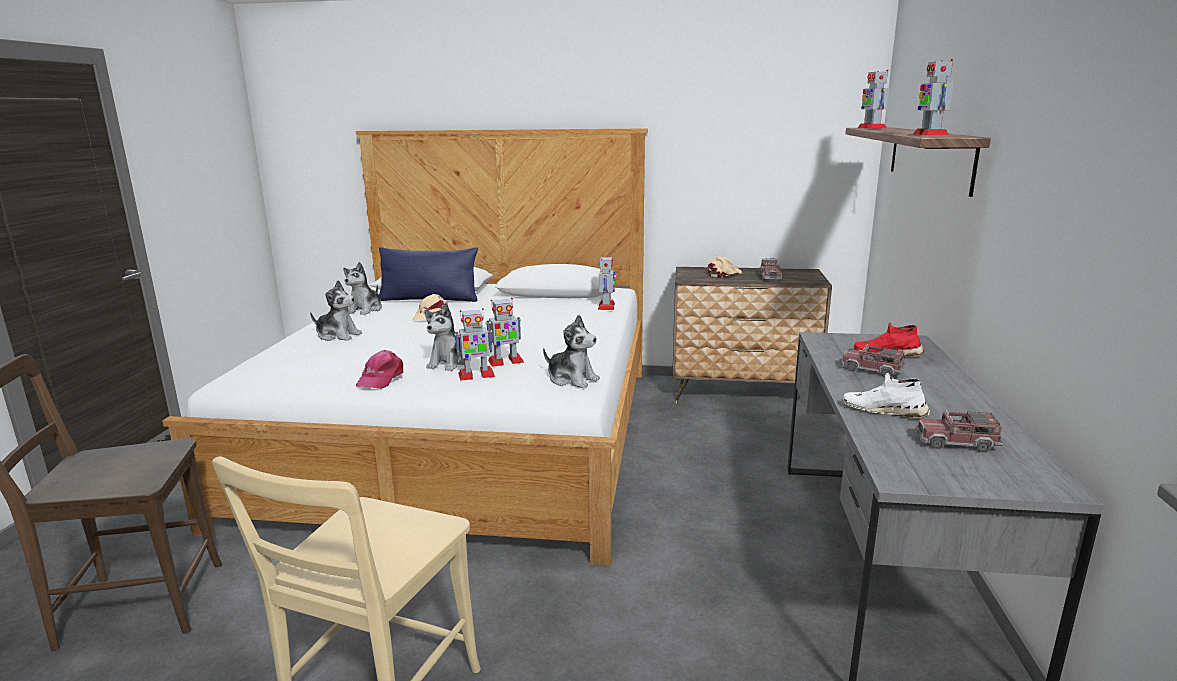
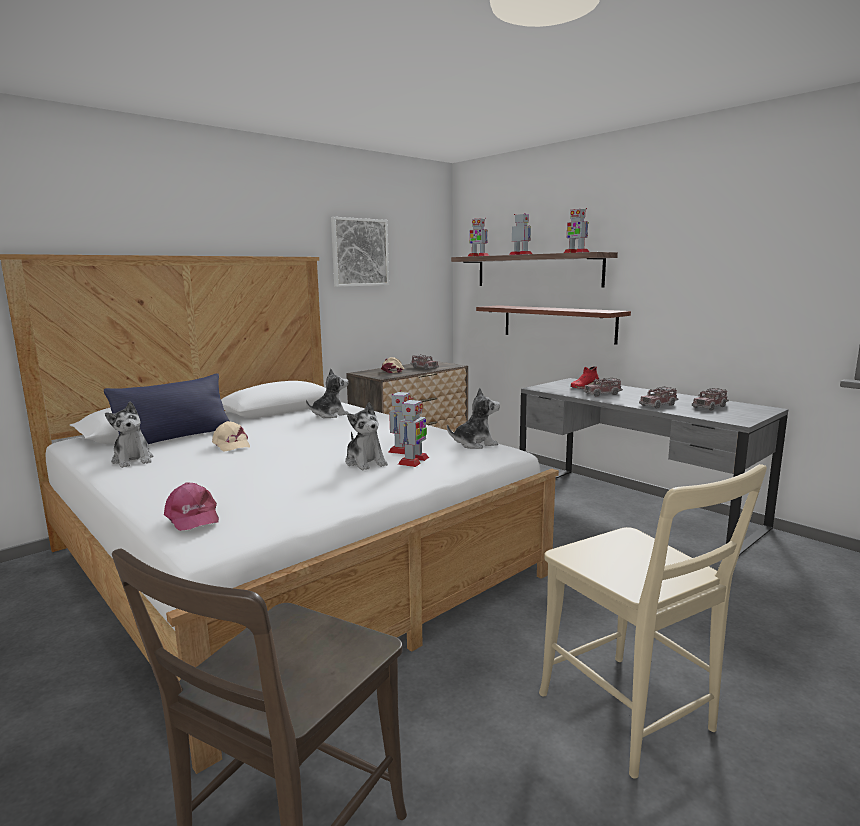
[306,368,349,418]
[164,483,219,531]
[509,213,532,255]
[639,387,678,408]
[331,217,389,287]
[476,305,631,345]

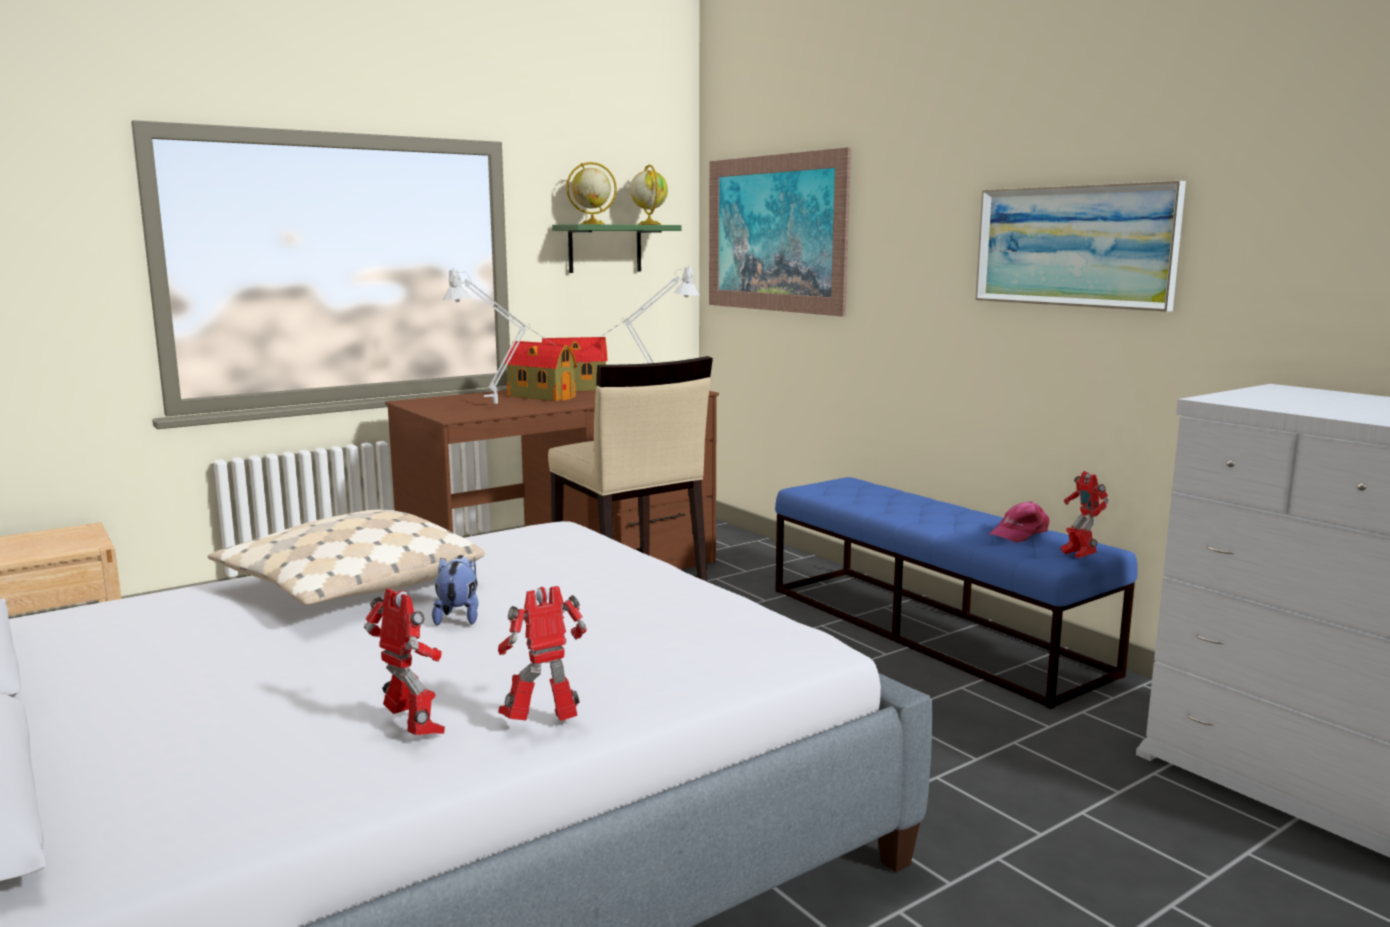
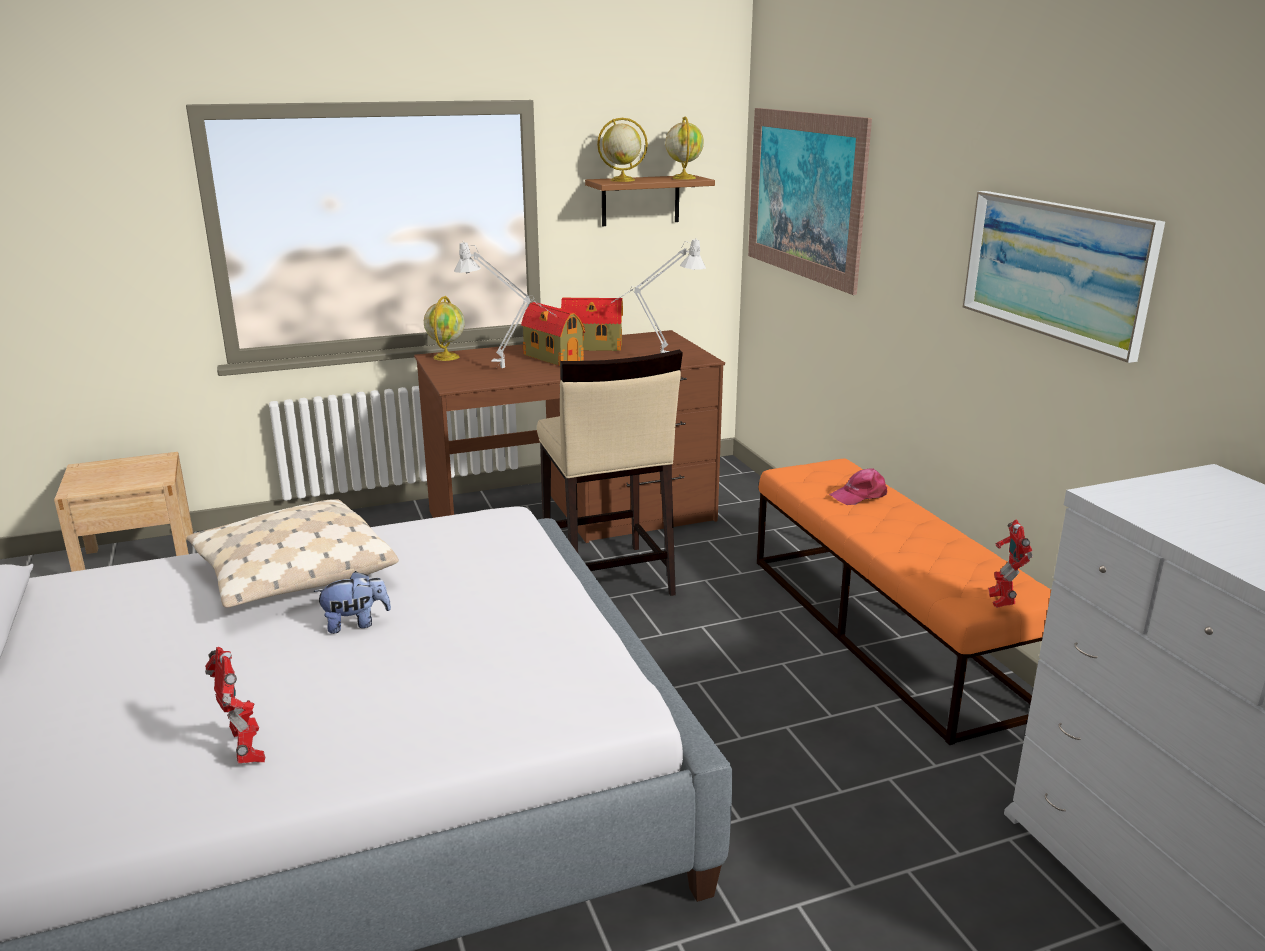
[314,571,391,634]
[498,586,587,721] (first image)
[585,175,715,226]
[757,459,1051,745]
[829,468,887,505]
[424,296,465,361]

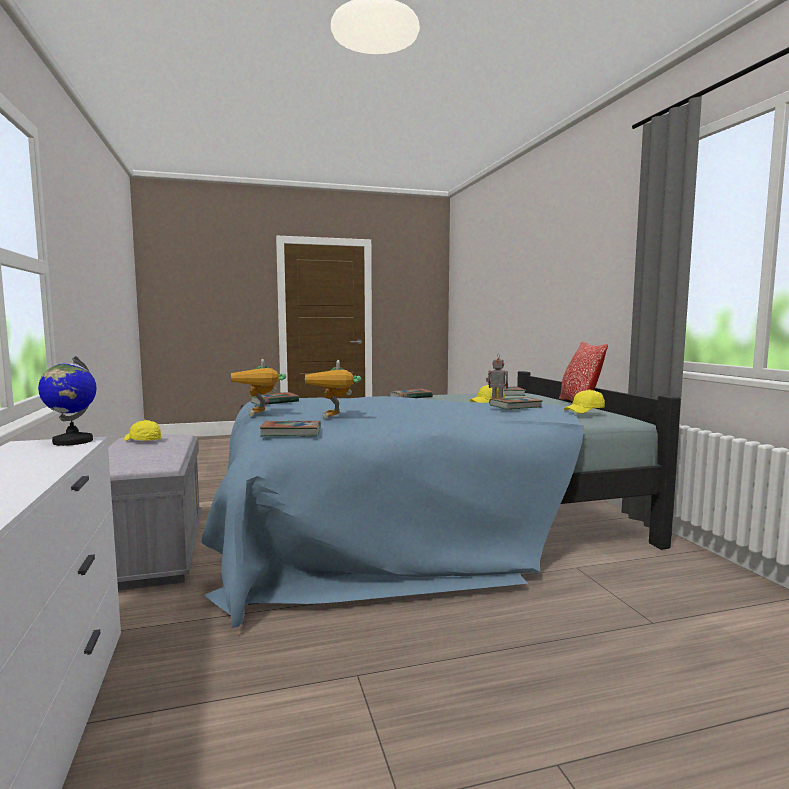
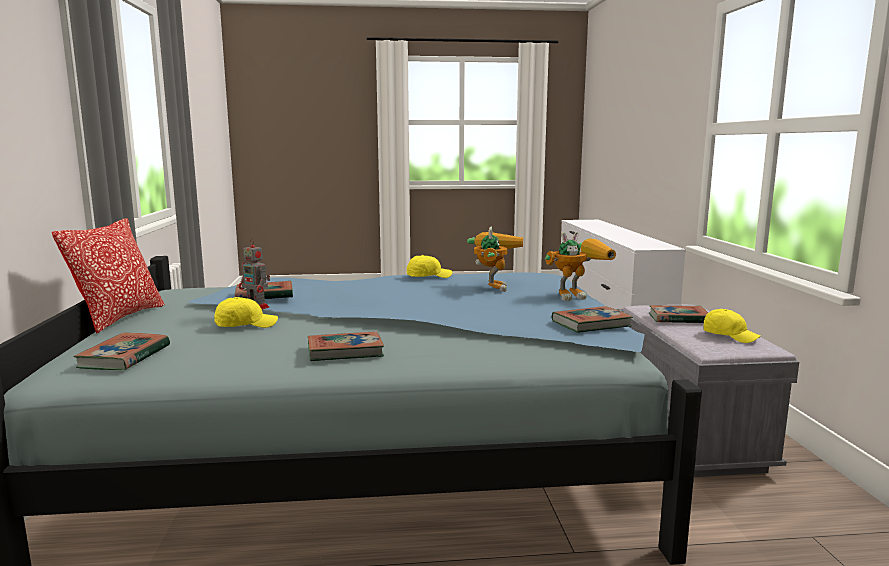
[38,356,97,446] (first image)
[545,232,616,301]
[649,305,708,323]
[406,255,452,278]

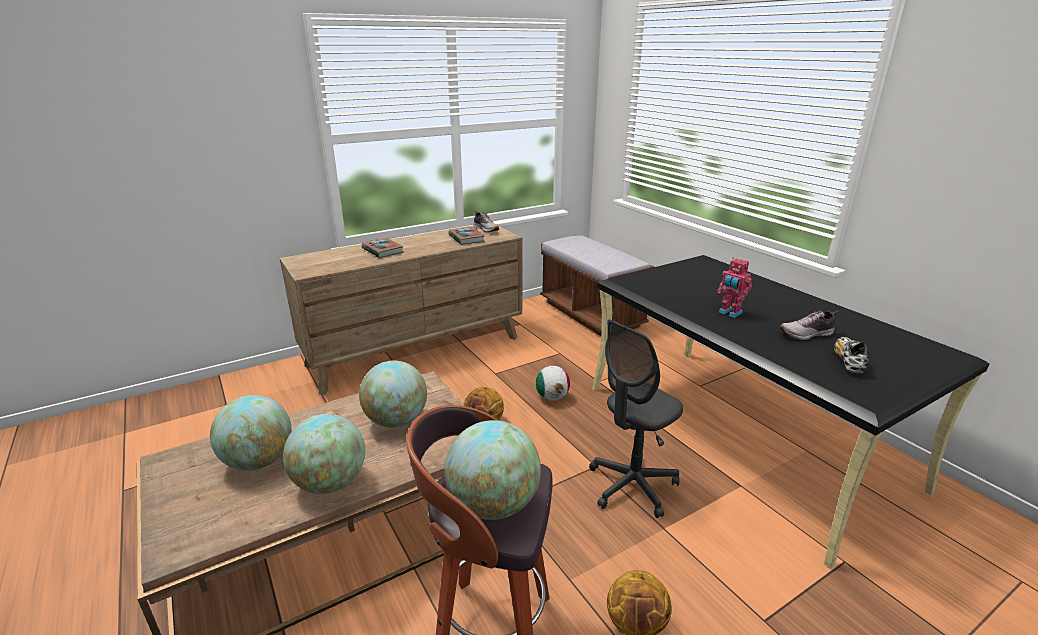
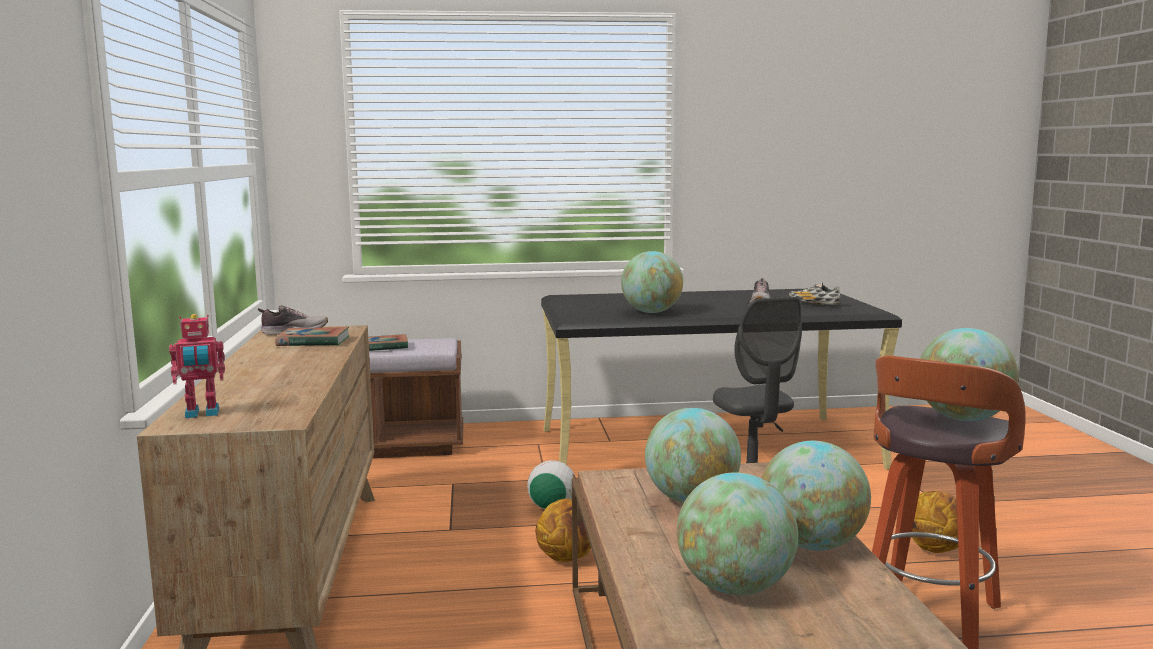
[368,334,408,351]
[169,314,225,418]
[621,251,683,313]

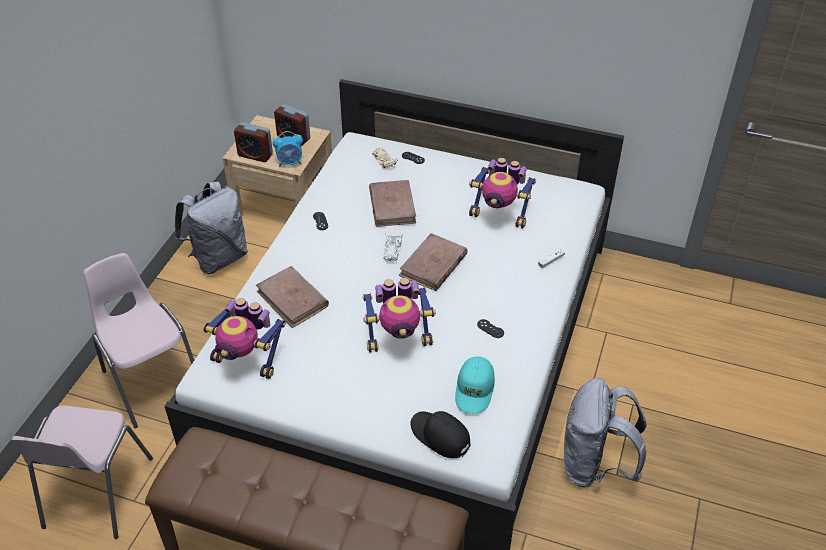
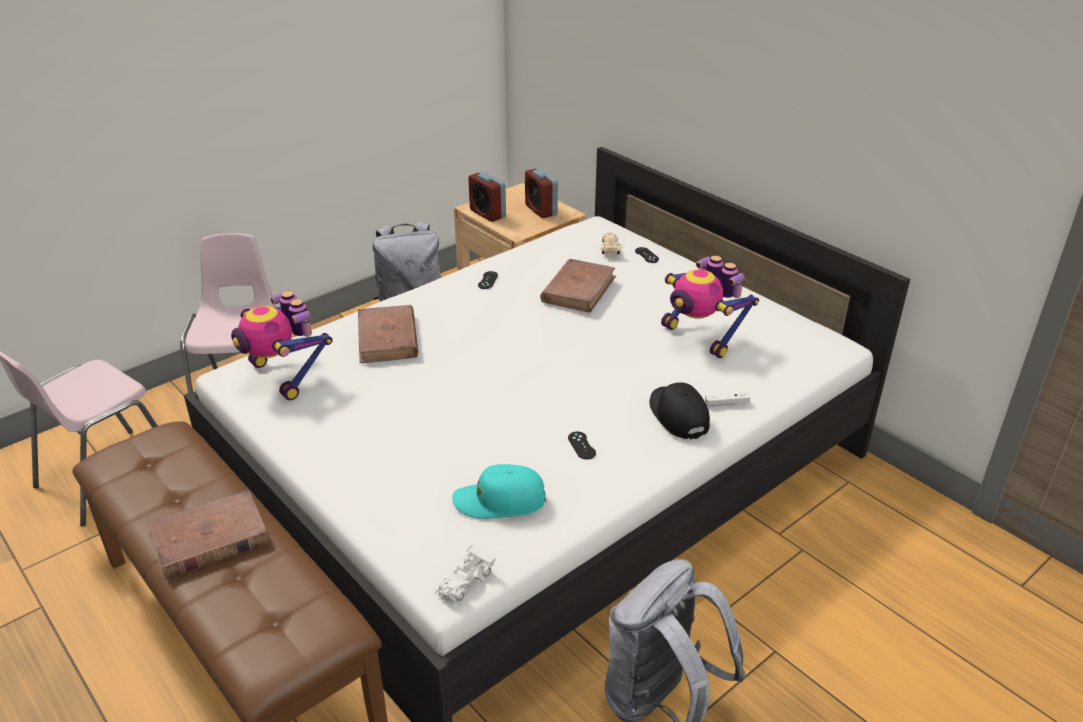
[273,131,303,167] (first image)
[362,278,436,353] (first image)
[435,545,495,606]
[148,489,270,579]
[650,382,710,440]
[452,464,546,519]

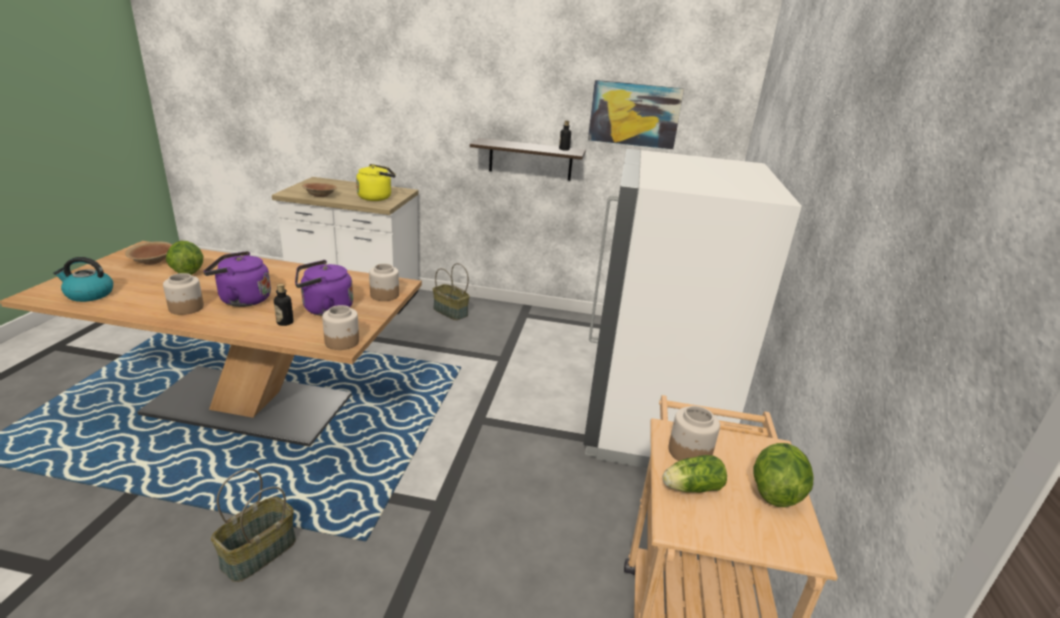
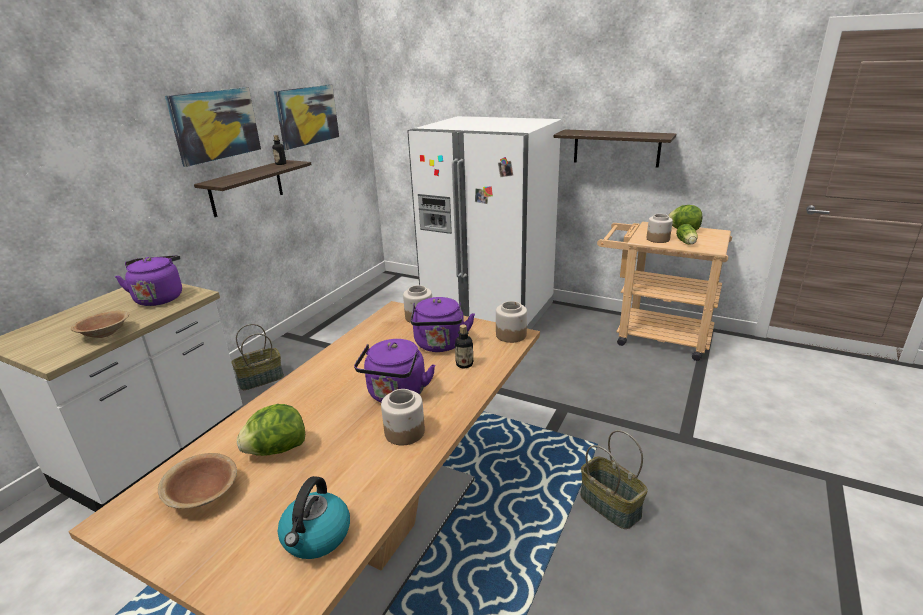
[115,255,182,306]
[165,87,261,167]
[554,129,676,168]

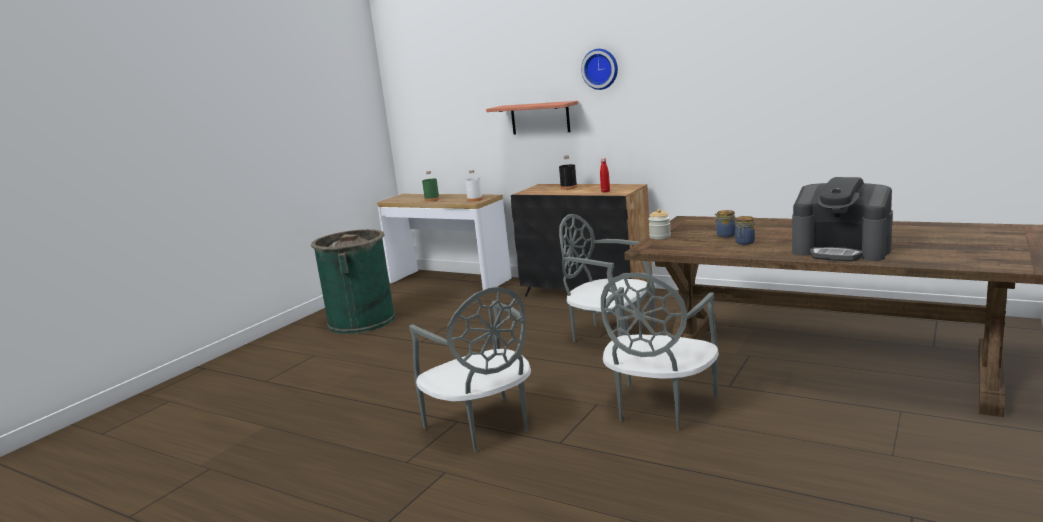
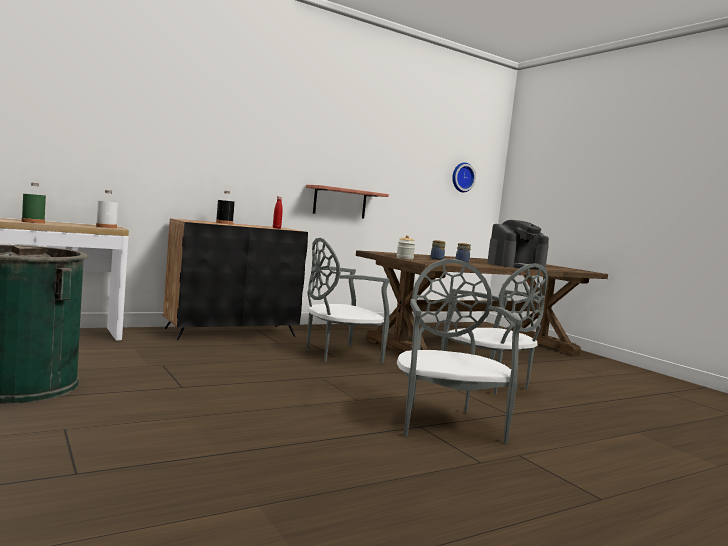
[397,259,522,444]
[306,185,389,218]
[452,163,476,192]

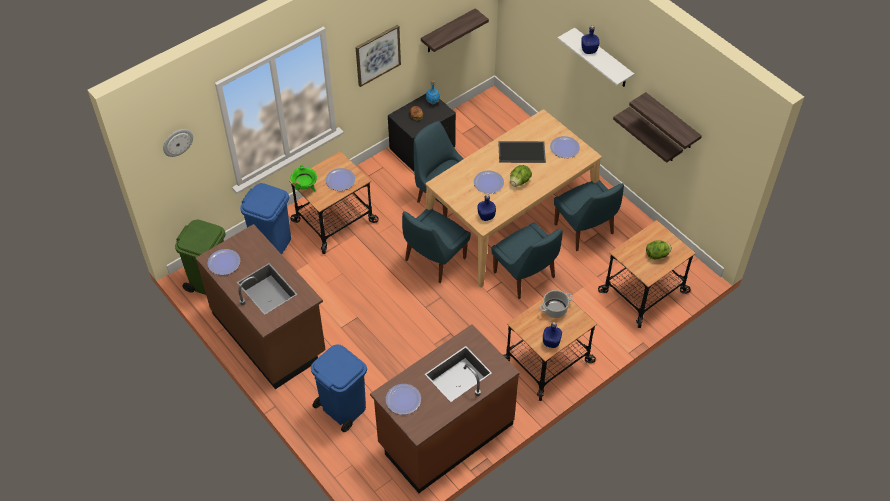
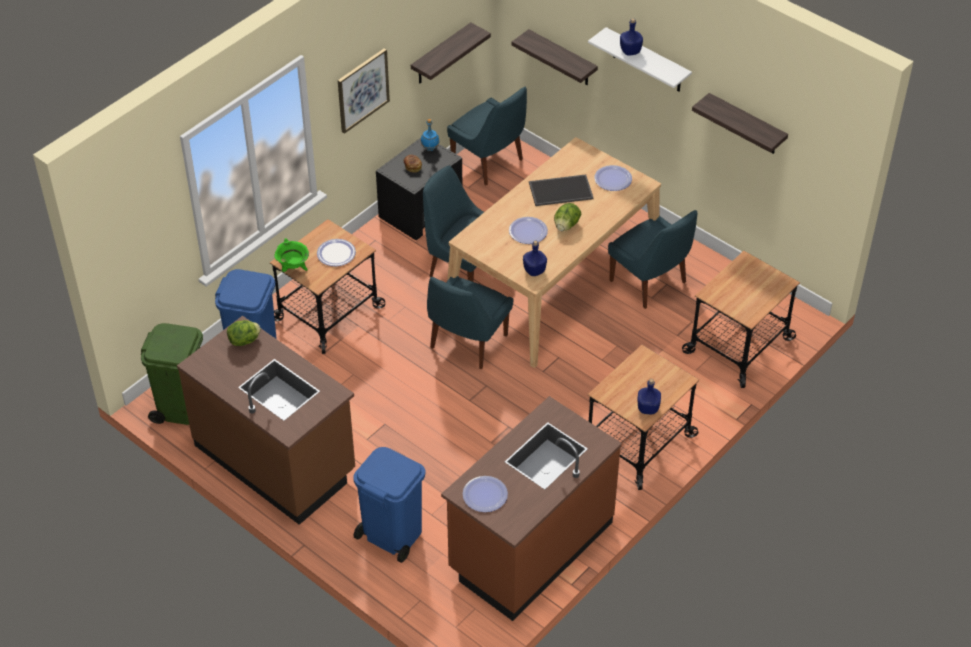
[163,129,193,157] (first image)
[208,249,240,275] (first image)
[447,87,527,186]
[539,290,573,318] (first image)
[512,29,598,85]
[227,320,261,346]

